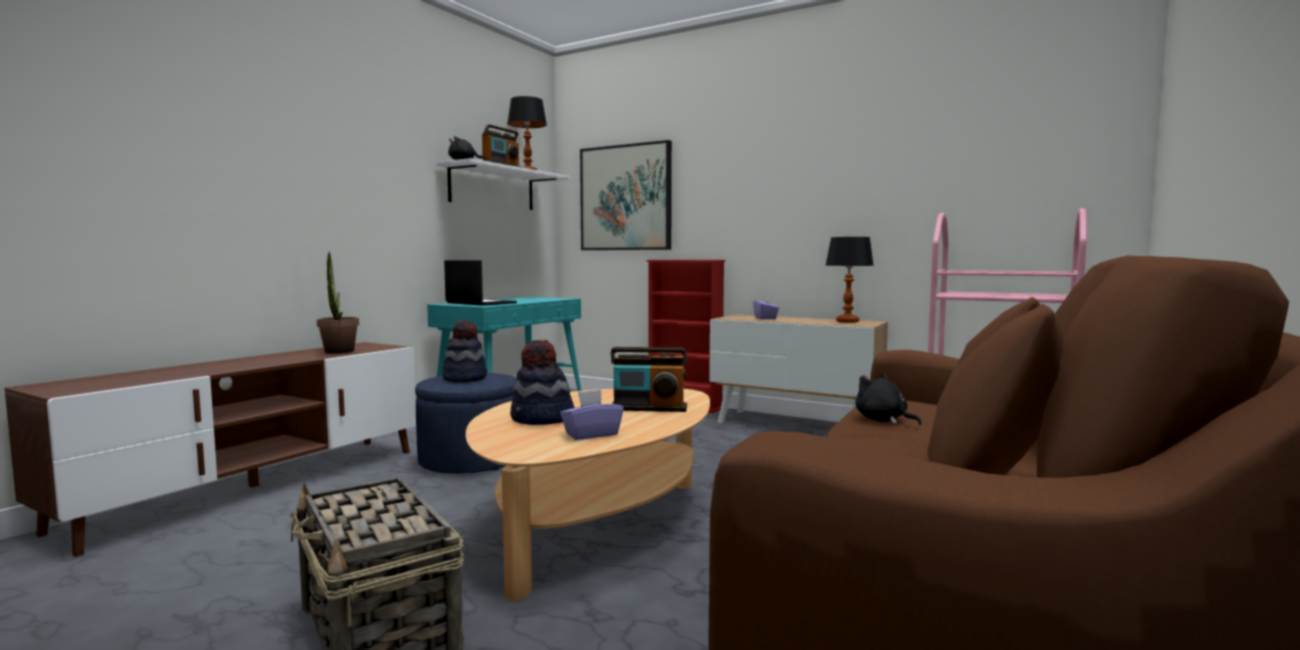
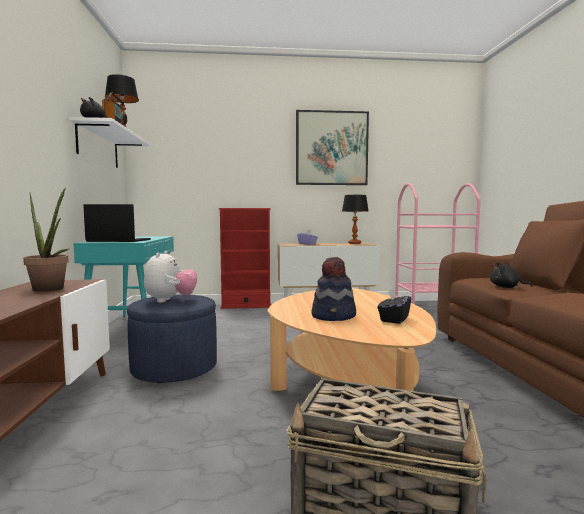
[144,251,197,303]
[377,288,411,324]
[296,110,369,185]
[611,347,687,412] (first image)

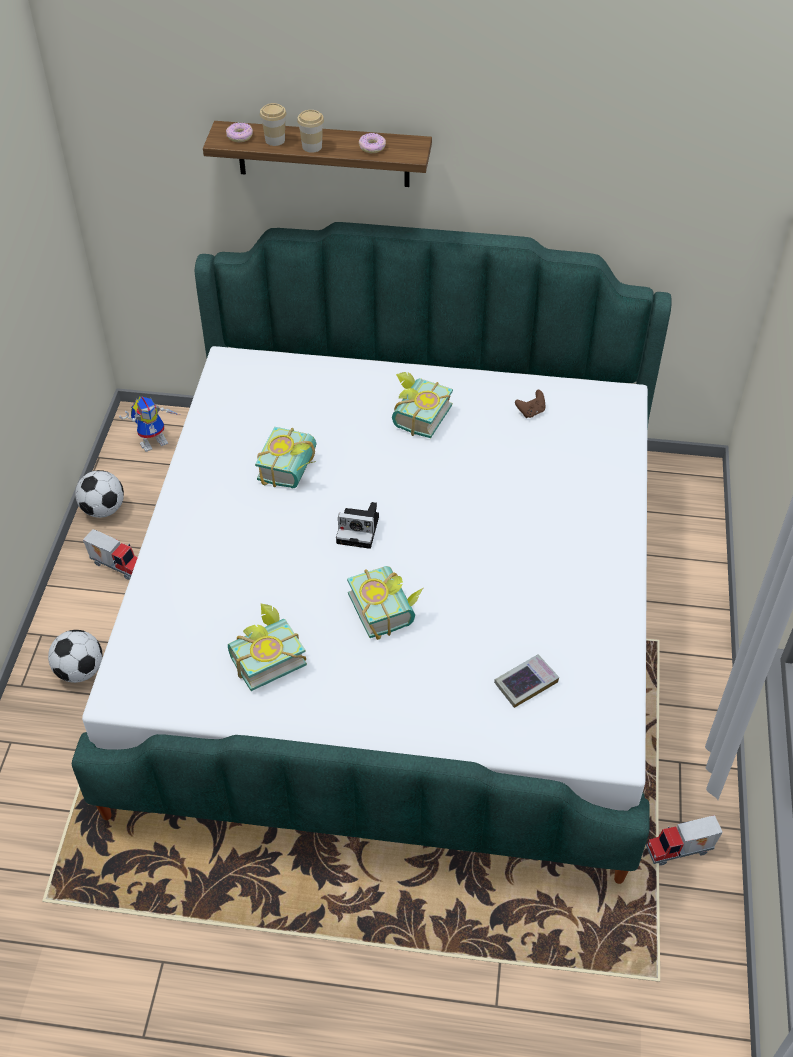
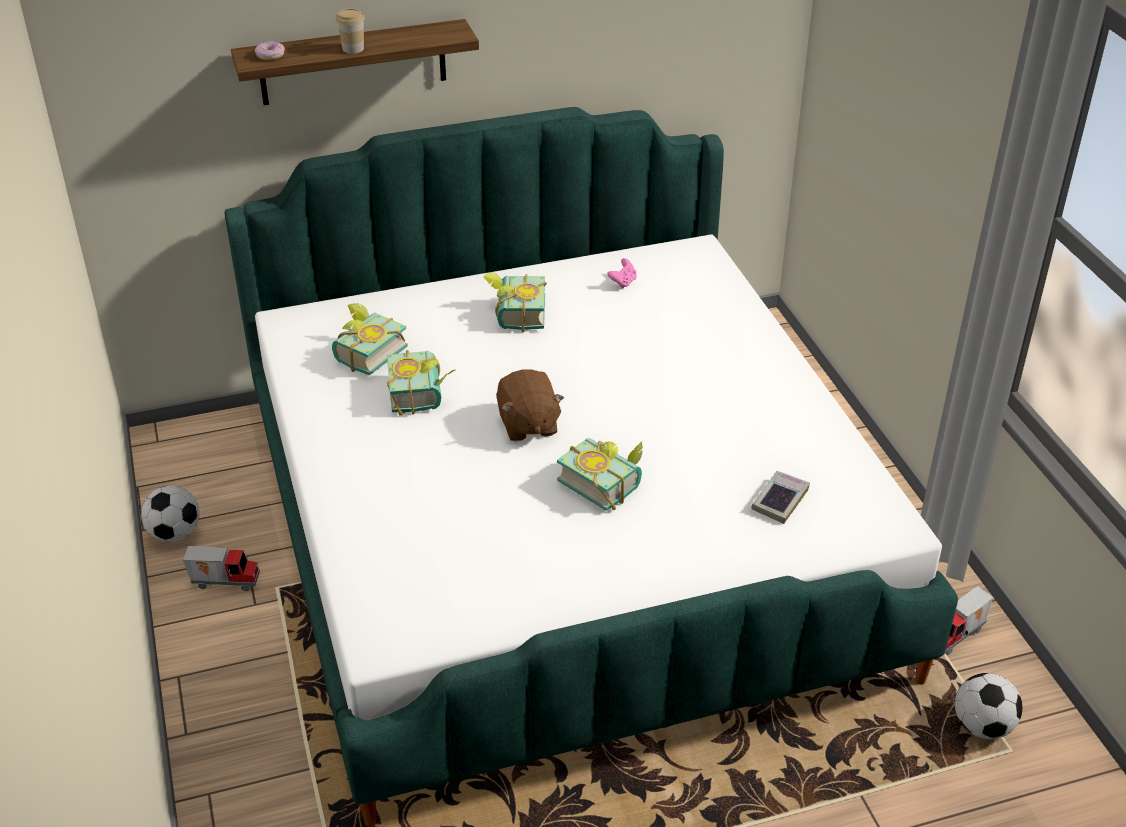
[955,673,1022,739]
[119,396,180,452] (first image)
[332,303,408,375]
[260,103,286,146] (first image)
[496,369,564,441]
[359,133,386,153] (first image)
[607,258,637,289]

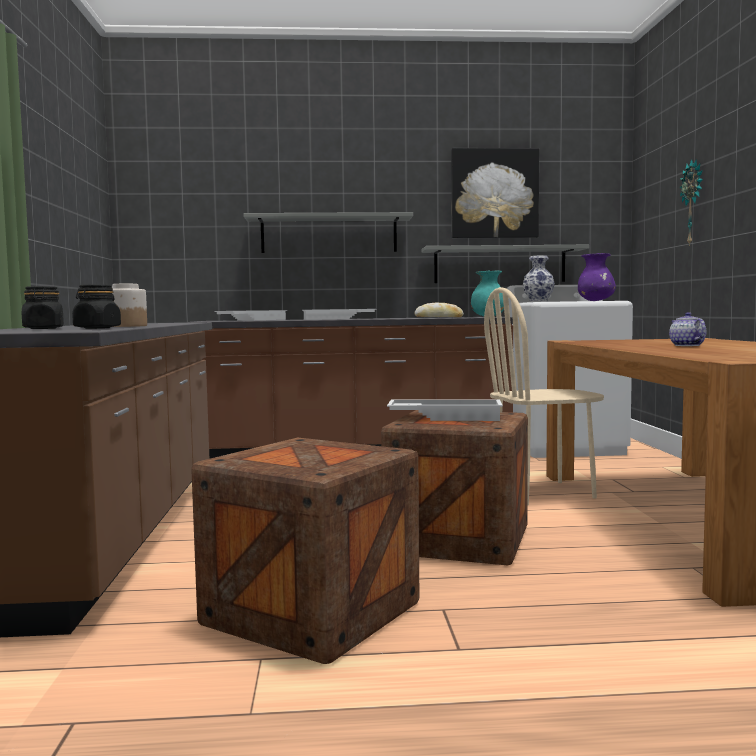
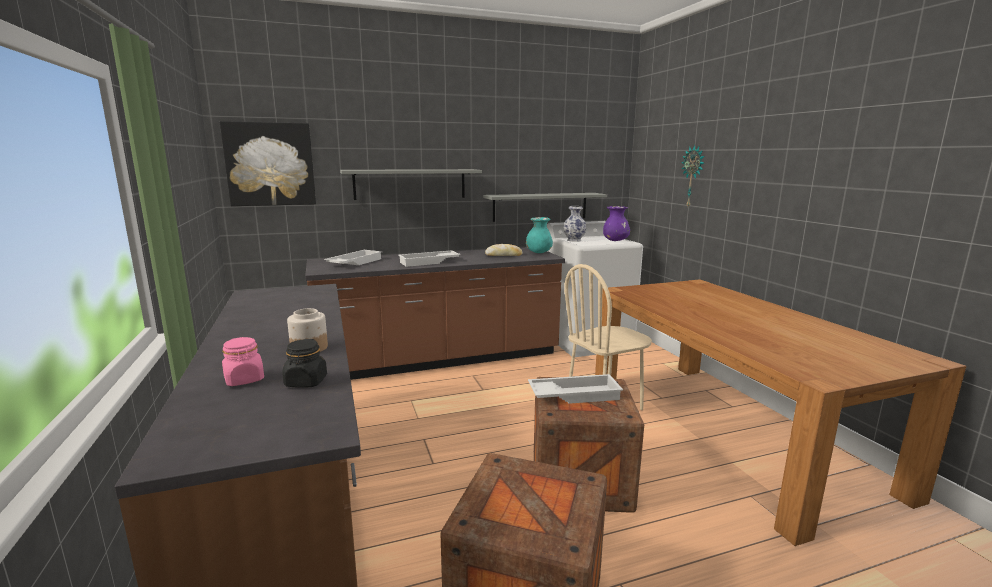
[222,337,264,386]
[220,121,316,206]
[669,312,706,346] (first image)

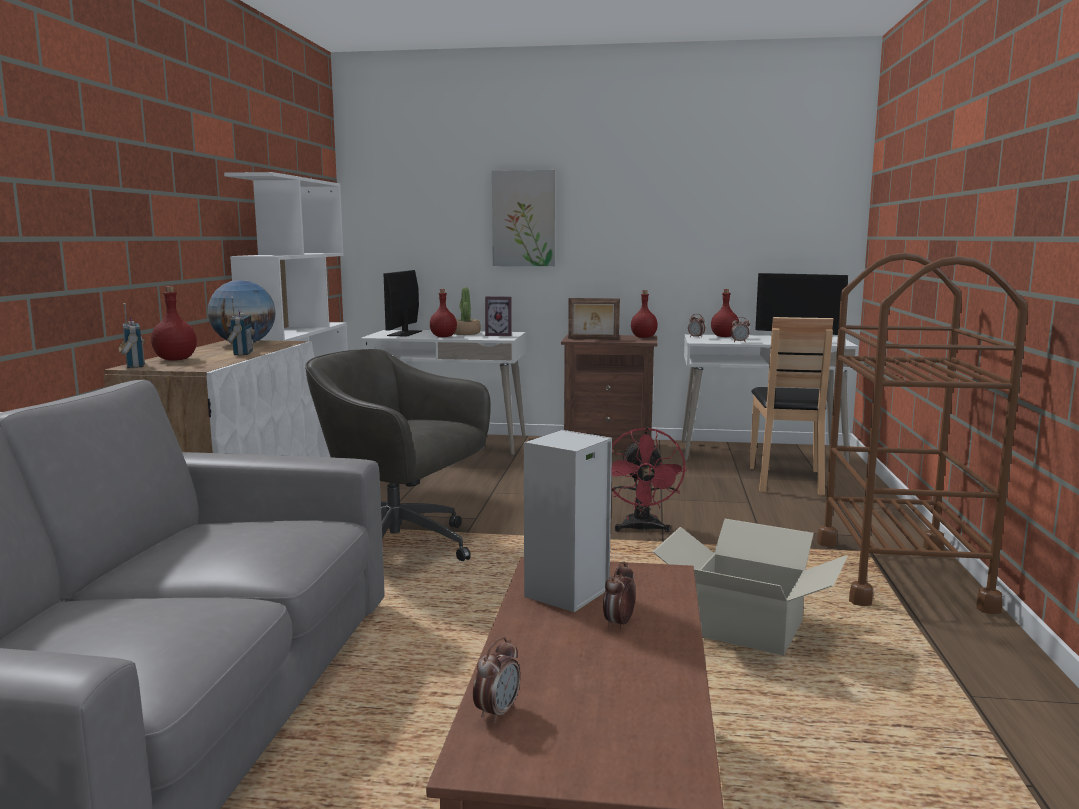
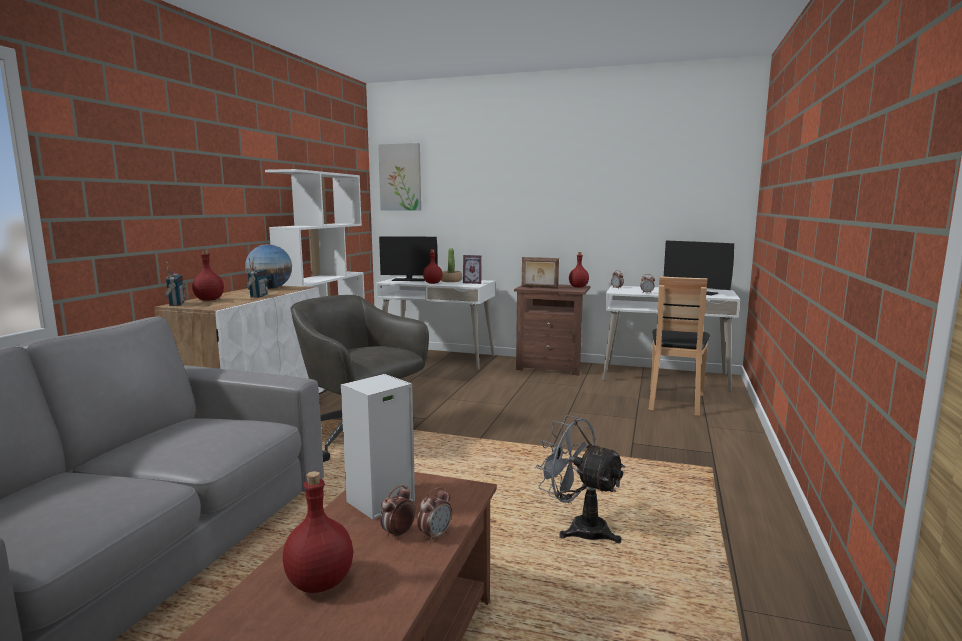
[379,236,438,281]
[417,487,452,543]
[378,143,421,211]
[611,427,687,533] (first image)
[536,415,625,543]
[283,471,353,593]
[817,253,1028,614] (first image)

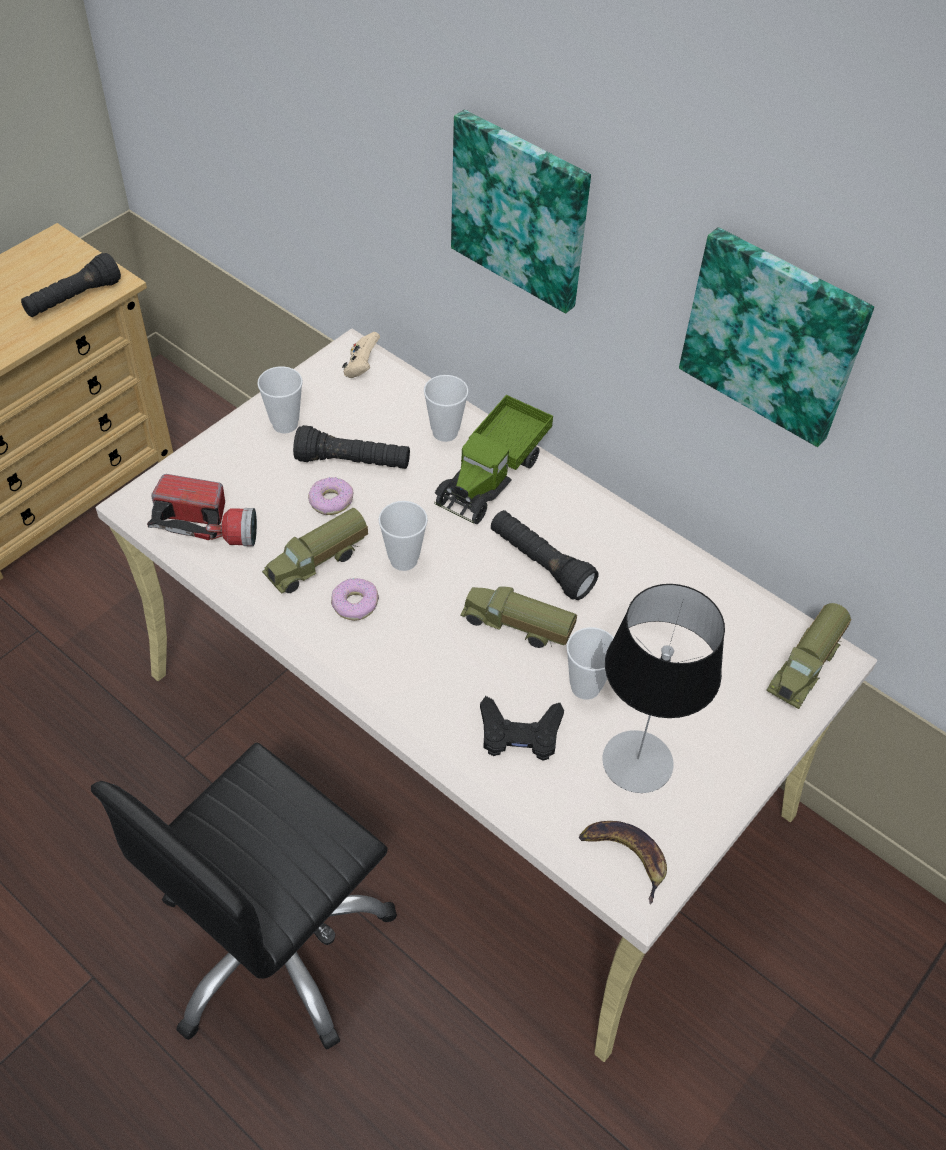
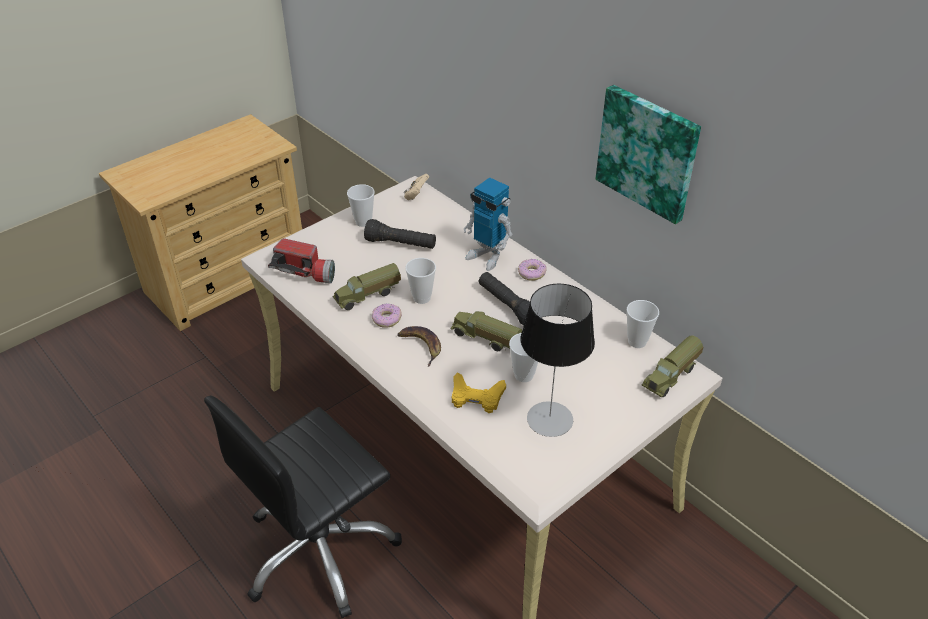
[21,253,121,317] (first image)
[518,259,547,281]
[627,300,659,348]
[464,177,513,271]
[451,110,591,313] (first image)
[452,372,506,413]
[397,326,441,367]

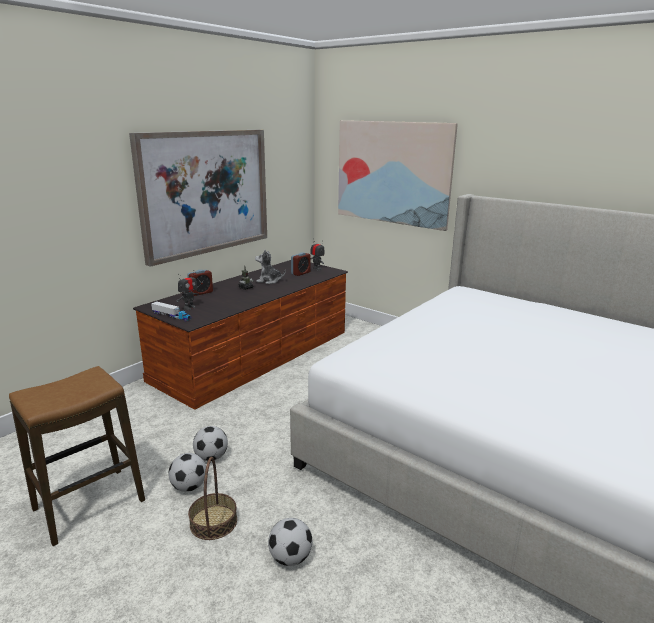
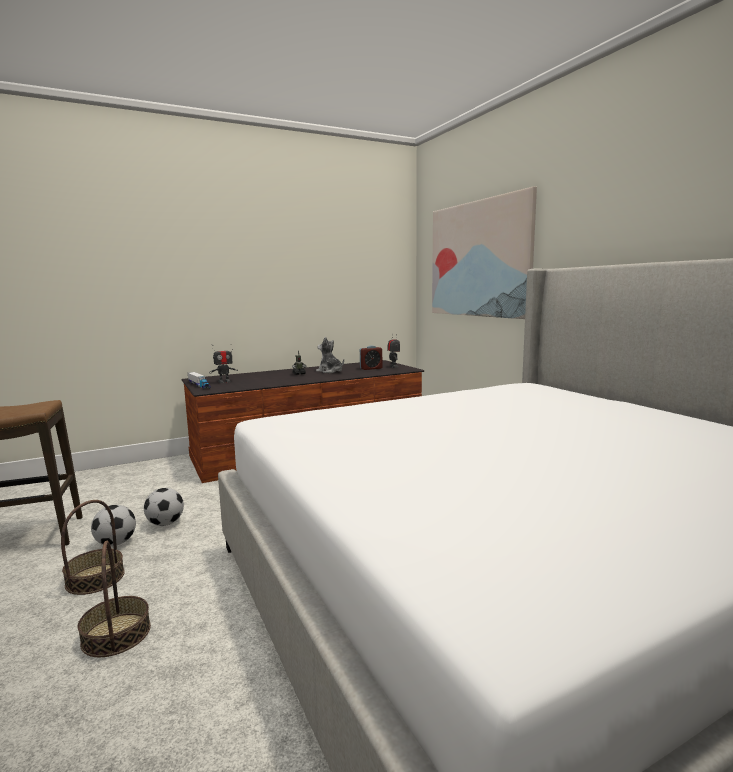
[129,130,267,267] (first image)
[187,270,213,296] (first image)
[77,541,151,657]

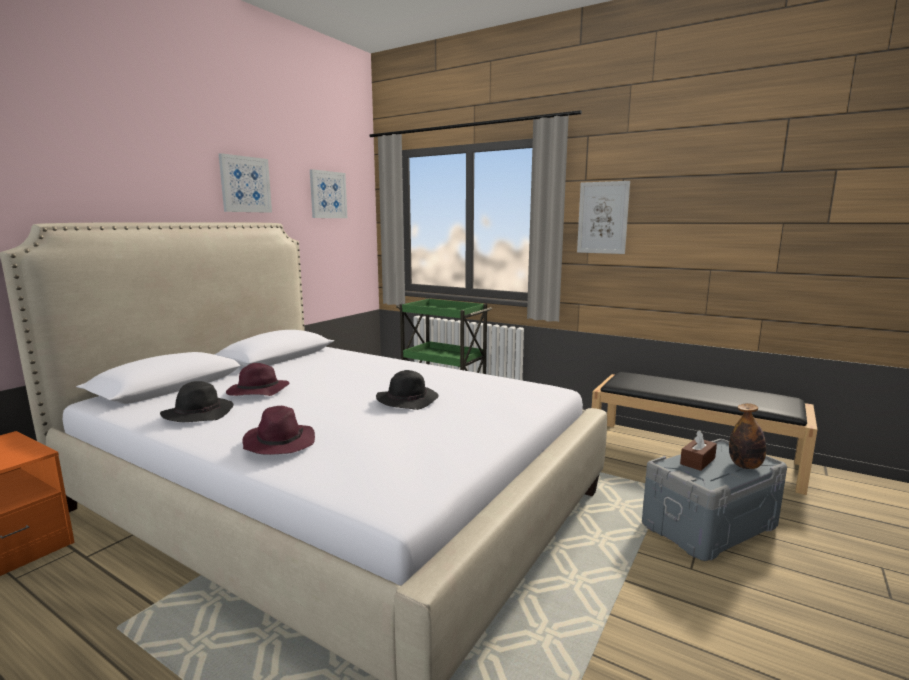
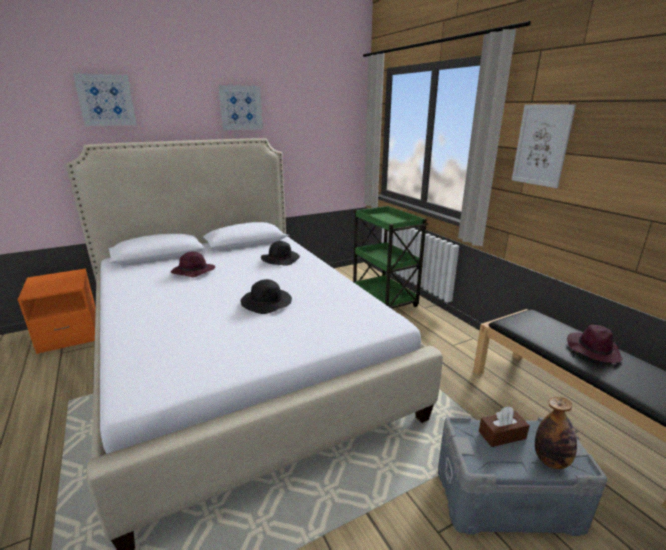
[261,241,300,266]
[567,325,623,363]
[73,73,137,126]

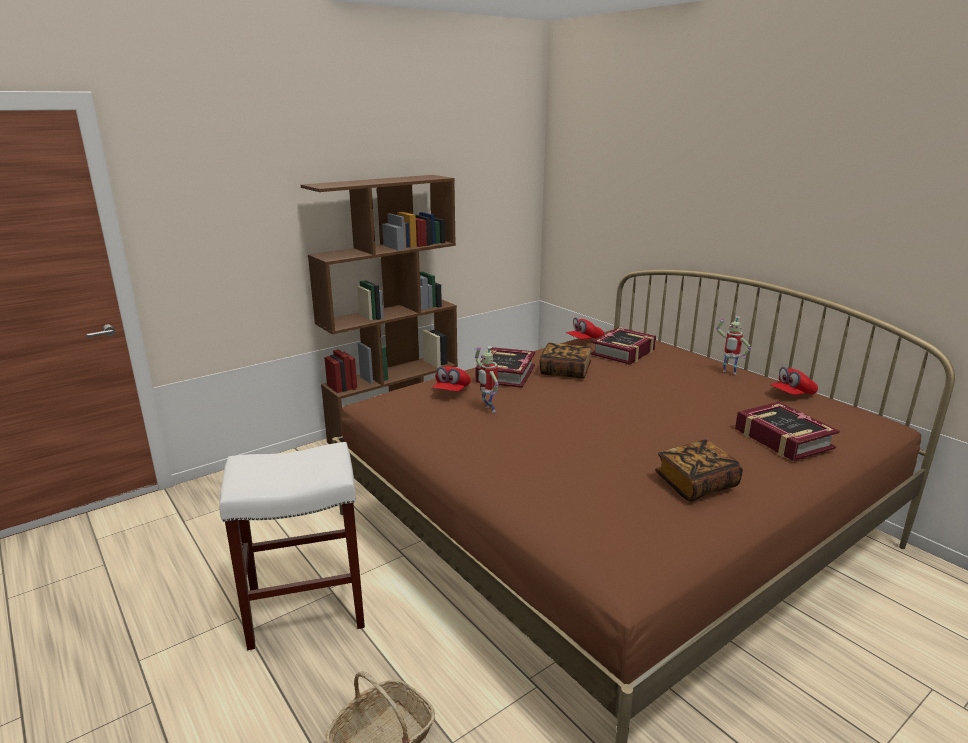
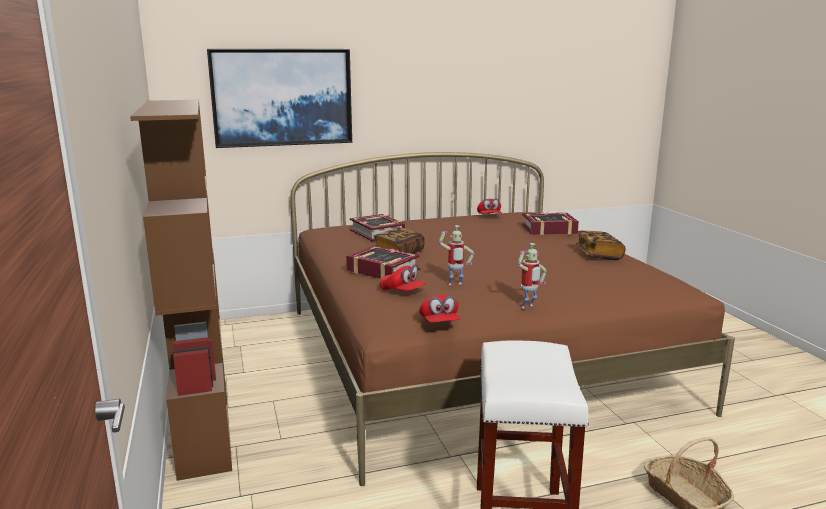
[419,295,460,323]
[518,243,547,309]
[207,49,352,148]

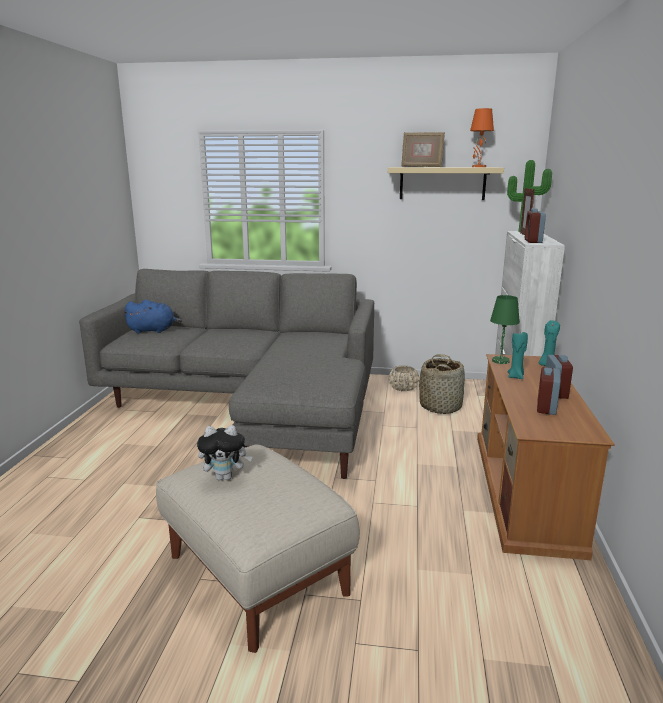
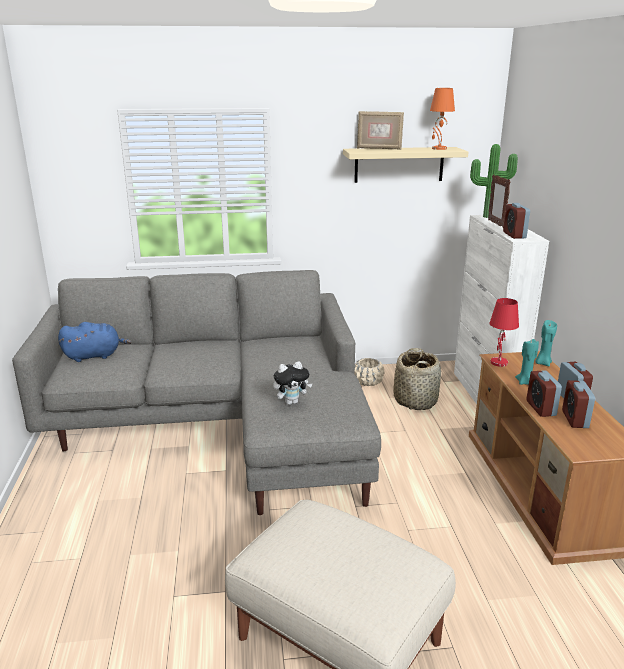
[273,361,313,405]
[490,298,519,367]
[527,370,562,417]

